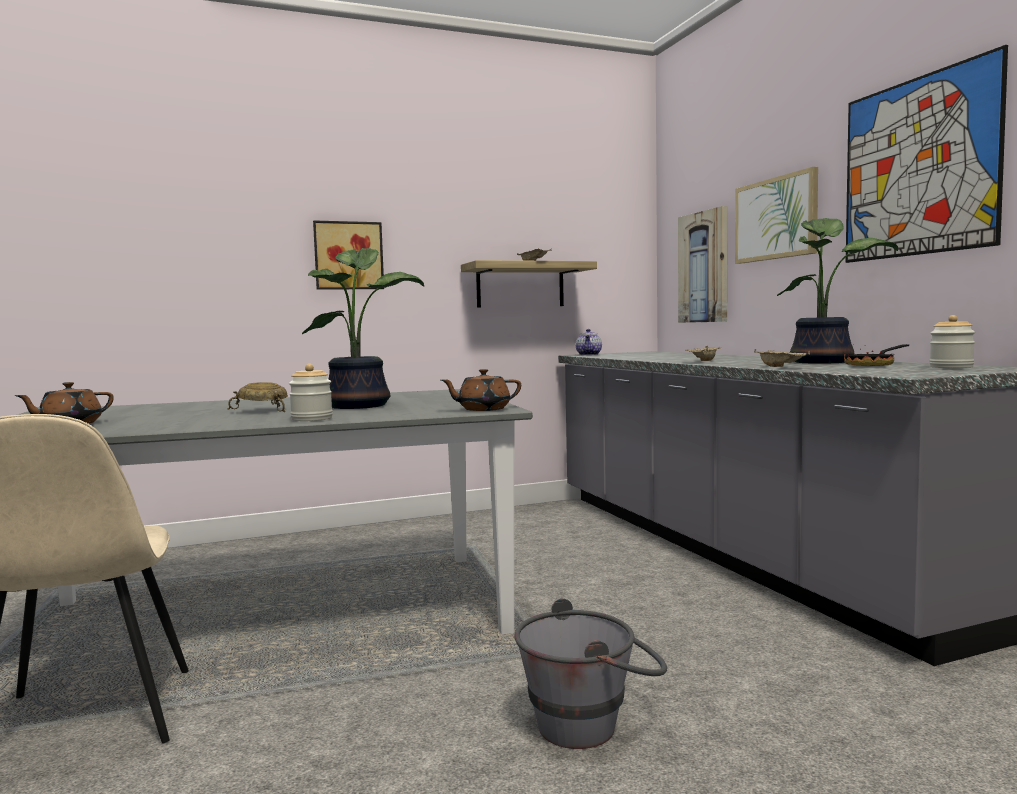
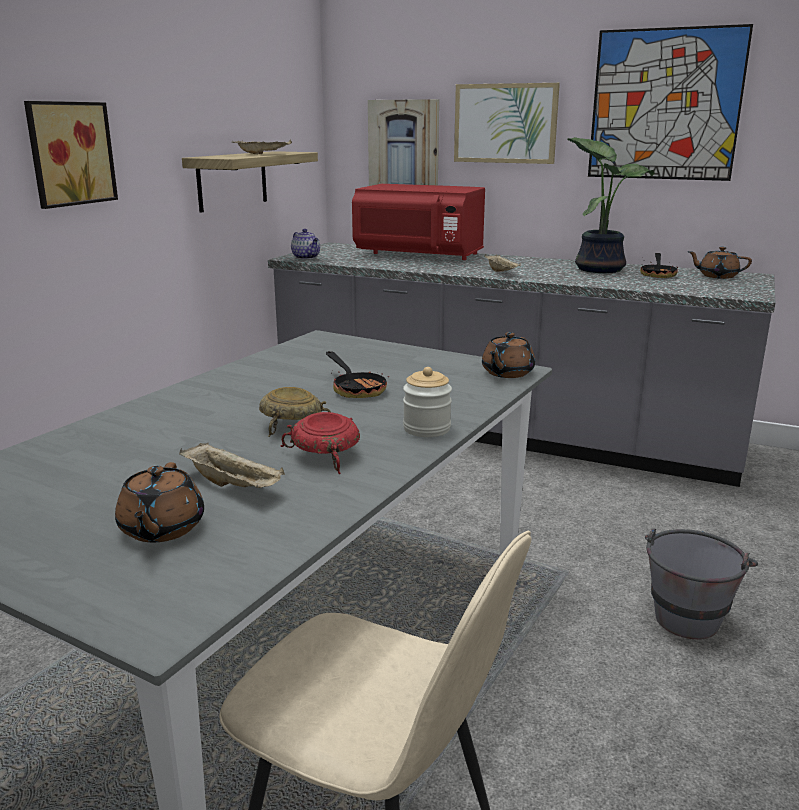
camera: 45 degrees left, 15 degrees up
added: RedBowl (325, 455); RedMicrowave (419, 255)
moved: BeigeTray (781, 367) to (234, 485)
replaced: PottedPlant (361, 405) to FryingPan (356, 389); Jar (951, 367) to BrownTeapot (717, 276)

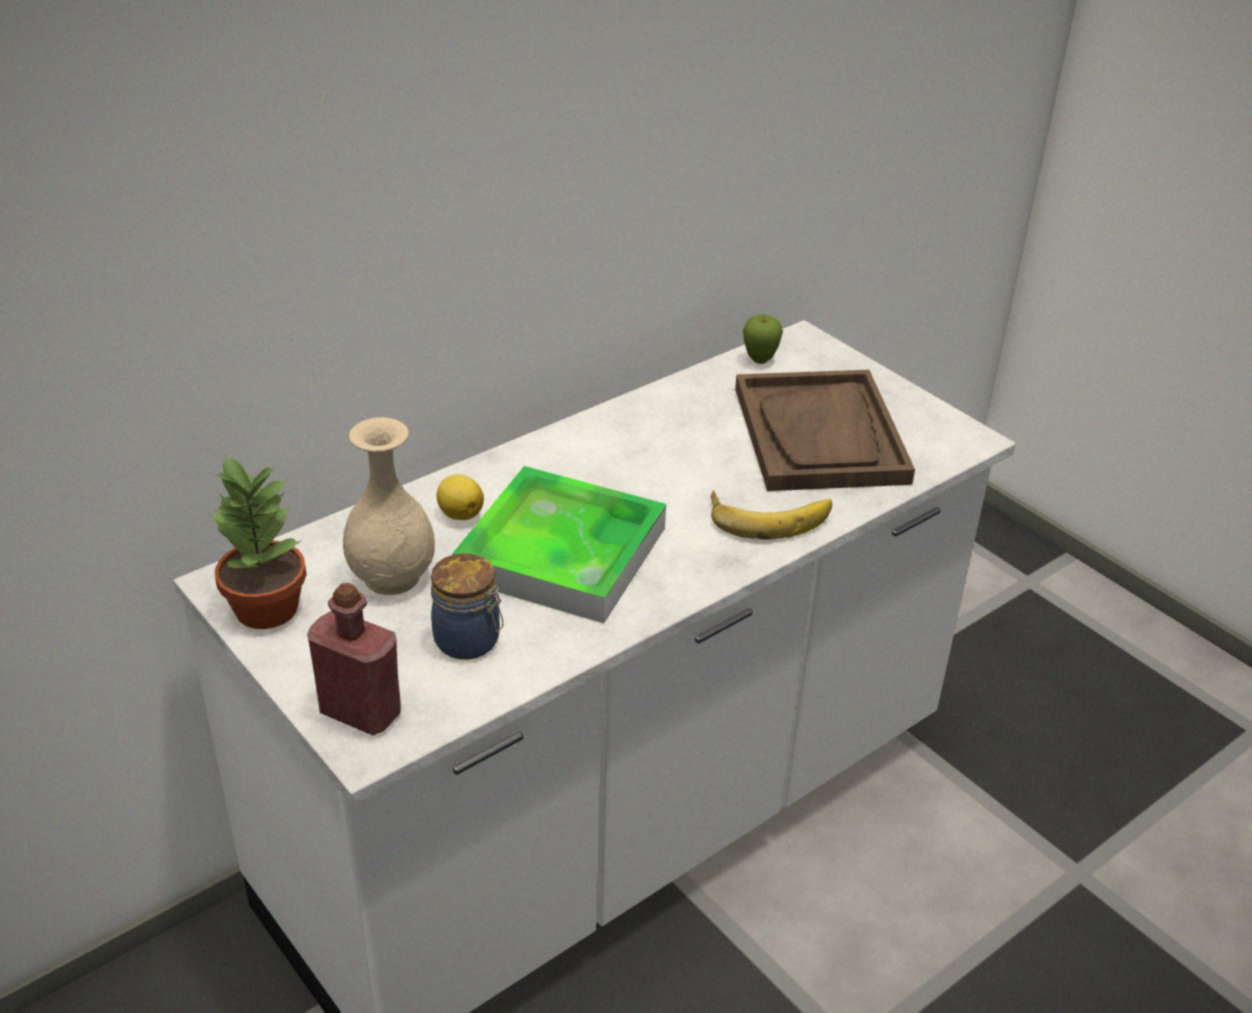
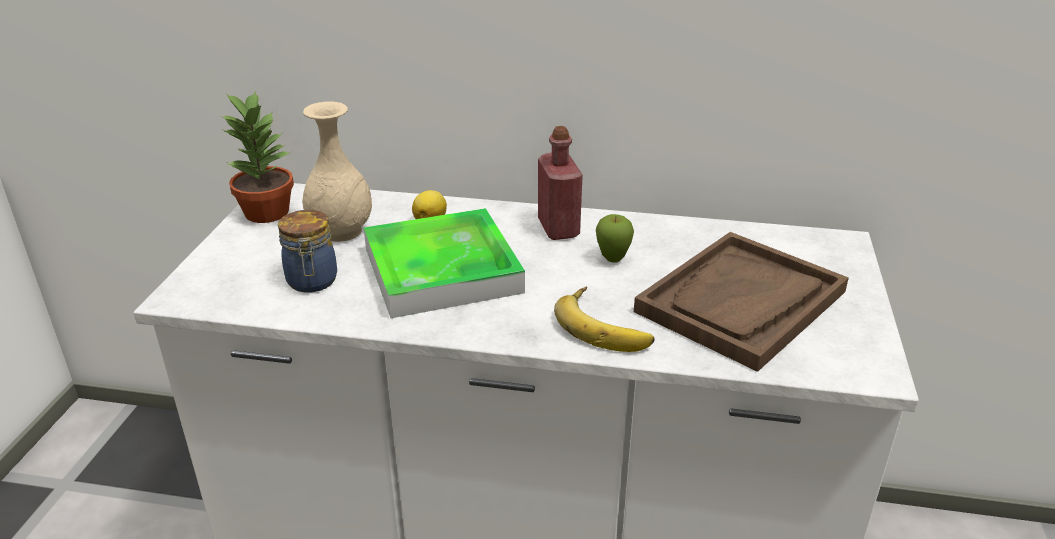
camera: 50 degrees right, 5 degrees down
moved: RedBottle (360, 712) to (558, 228); Apple (760, 361) to (613, 260)

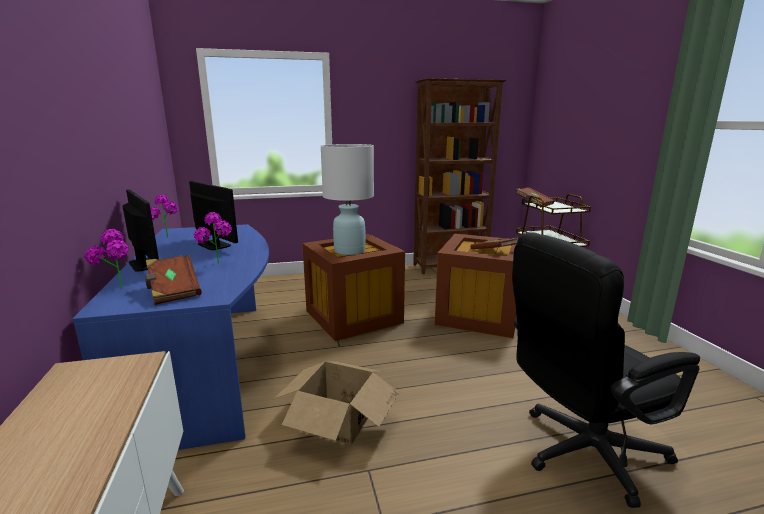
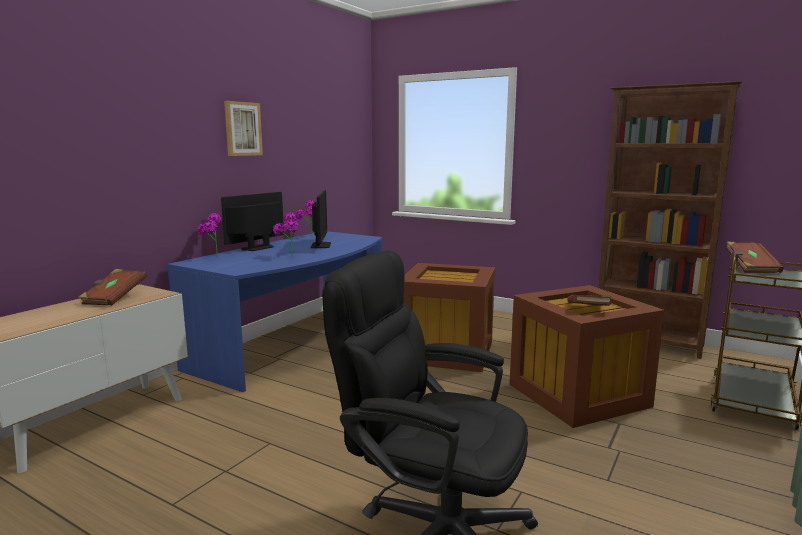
camera: 45 degrees right, 5 degrees down
removed: CardboardBox (338, 419); WhiteTableLamp (349, 251)
added: Picture (242, 129)
moved: BrownBook (173, 291) to (114, 298)
turned: Monitor (145, 264) = (257, 248) 150 degrees counterclockwise

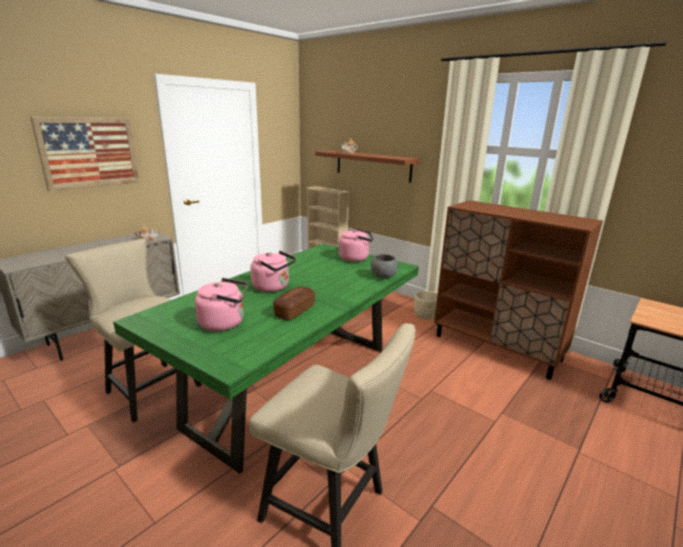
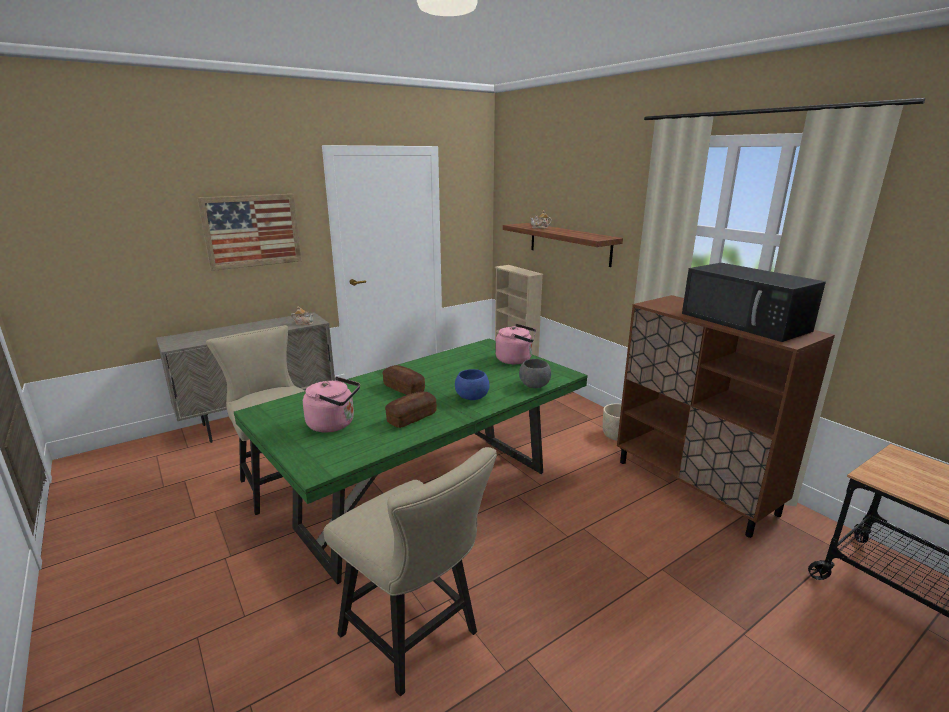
camera: 15 degrees right, 0 degrees up
added: BlueBowl (471, 397); BlackMicrowave (746, 322)
replaced: PinkKettle (273, 287) to Bread (404, 388)

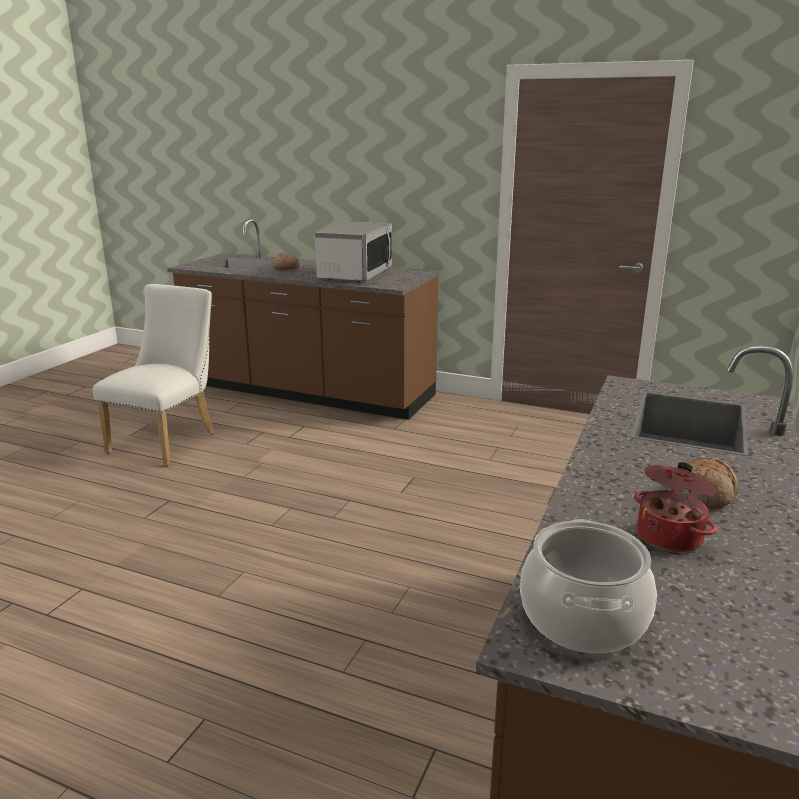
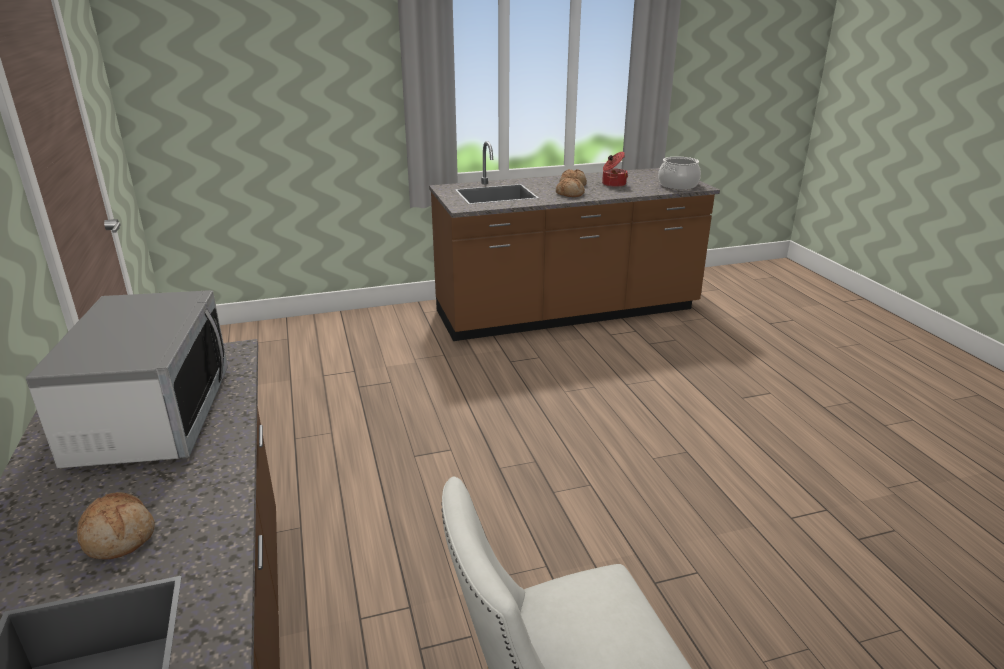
camera: 130 degrees left, 5 degrees up
added: Bread (570, 194)
turned: Microwave (355, 274) = (152, 417) 105 degrees clockwise

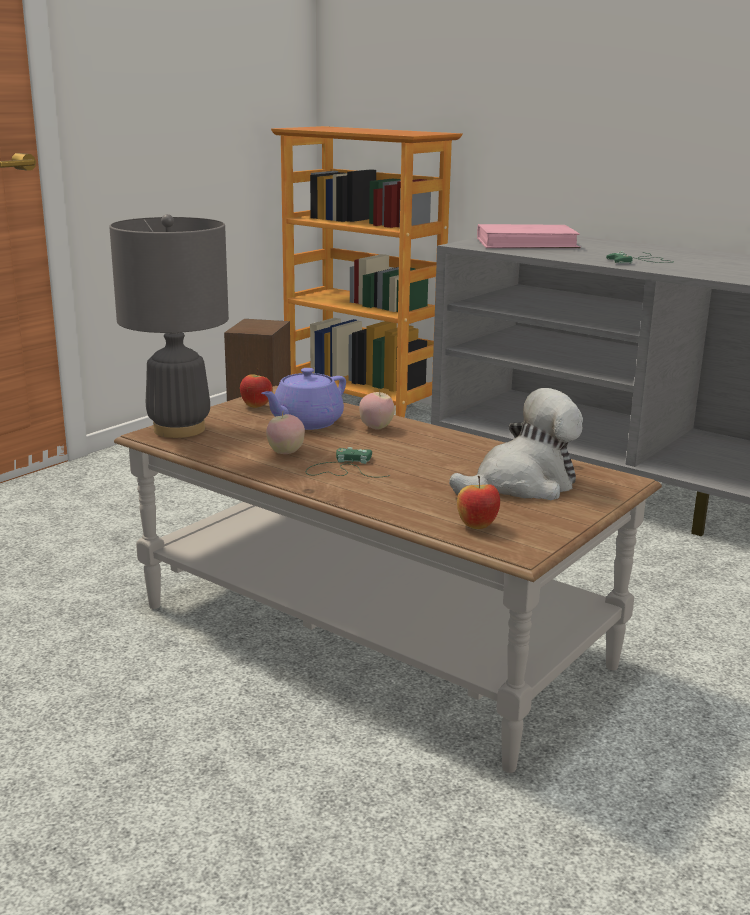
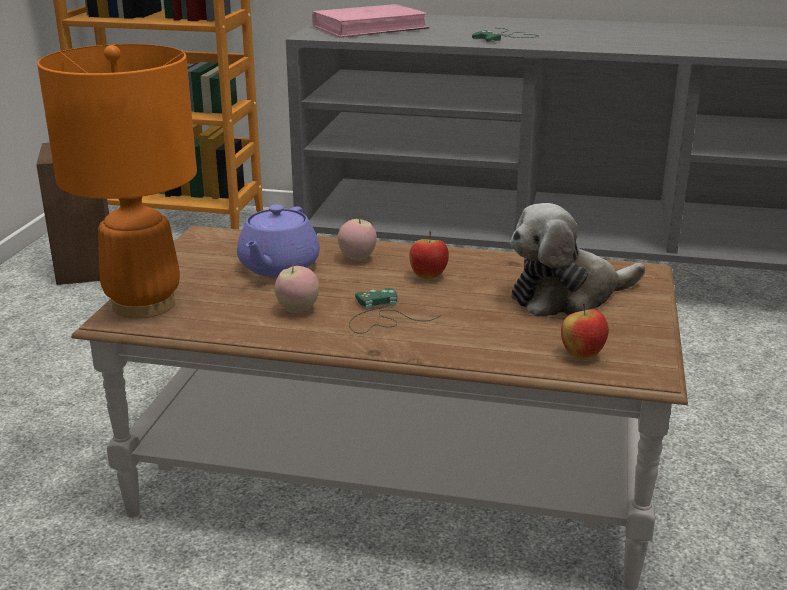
camera: 25 degrees left, 5 degrees up
moved: Apple (256, 406) to (428, 277)
recoloured: GreyTableLamp (179, 429) to OrangeTableLamp (143, 304)
turned: PlushToy (522, 485) = (567, 296) 150 degrees counterclockwise

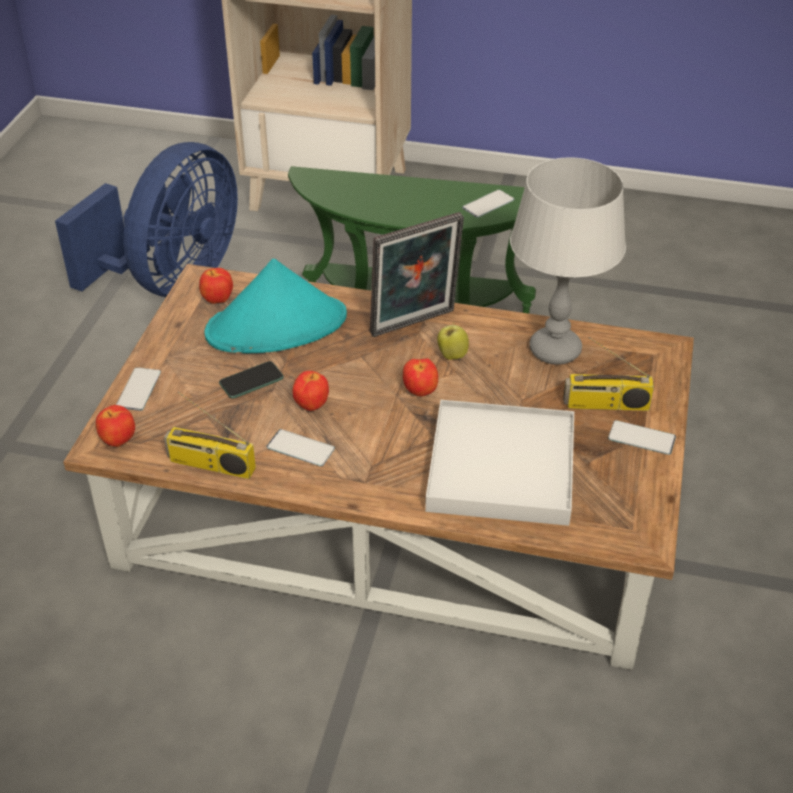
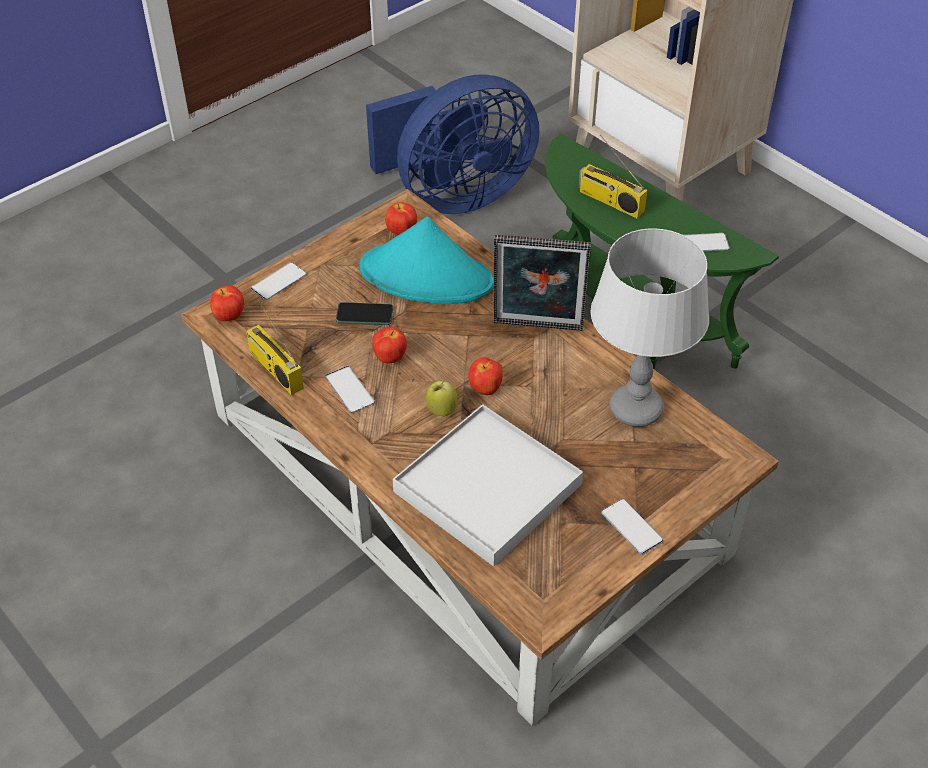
camera: 35 degrees right, 5 degrees up
moved: Apple (452, 355) to (441, 410); Radio (605, 405) to (609, 201)

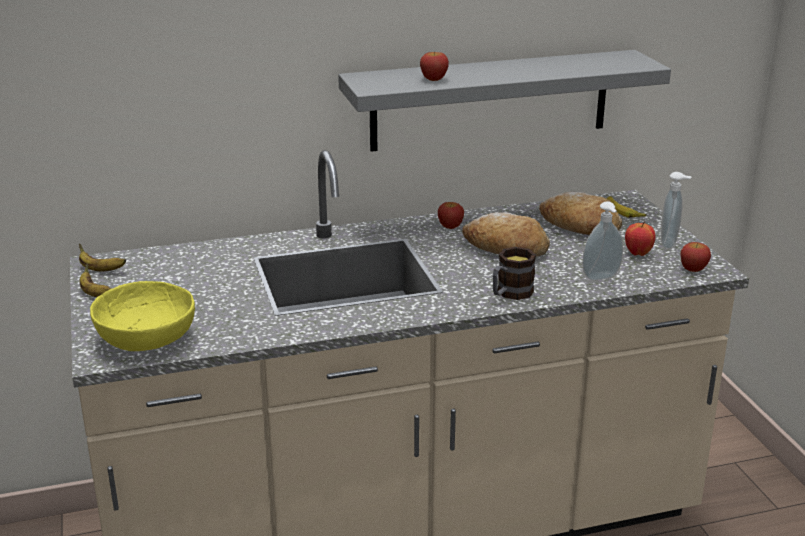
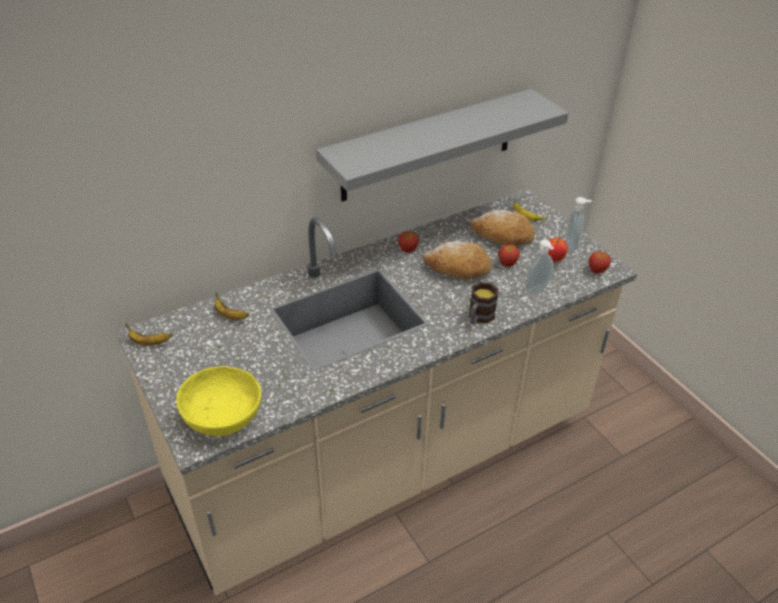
camera: 15 degrees left, 15 degrees up
moved: Banana (95, 294) to (230, 315); Apple (434, 79) to (507, 263)

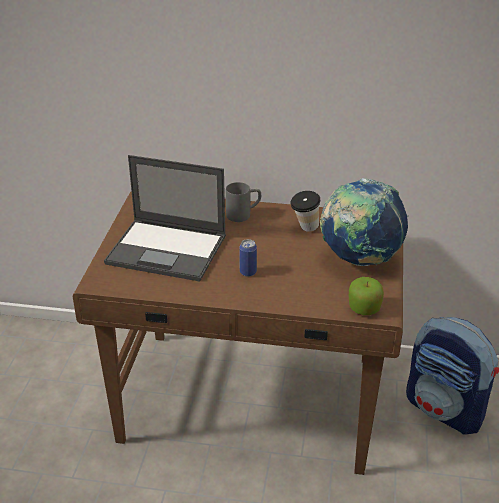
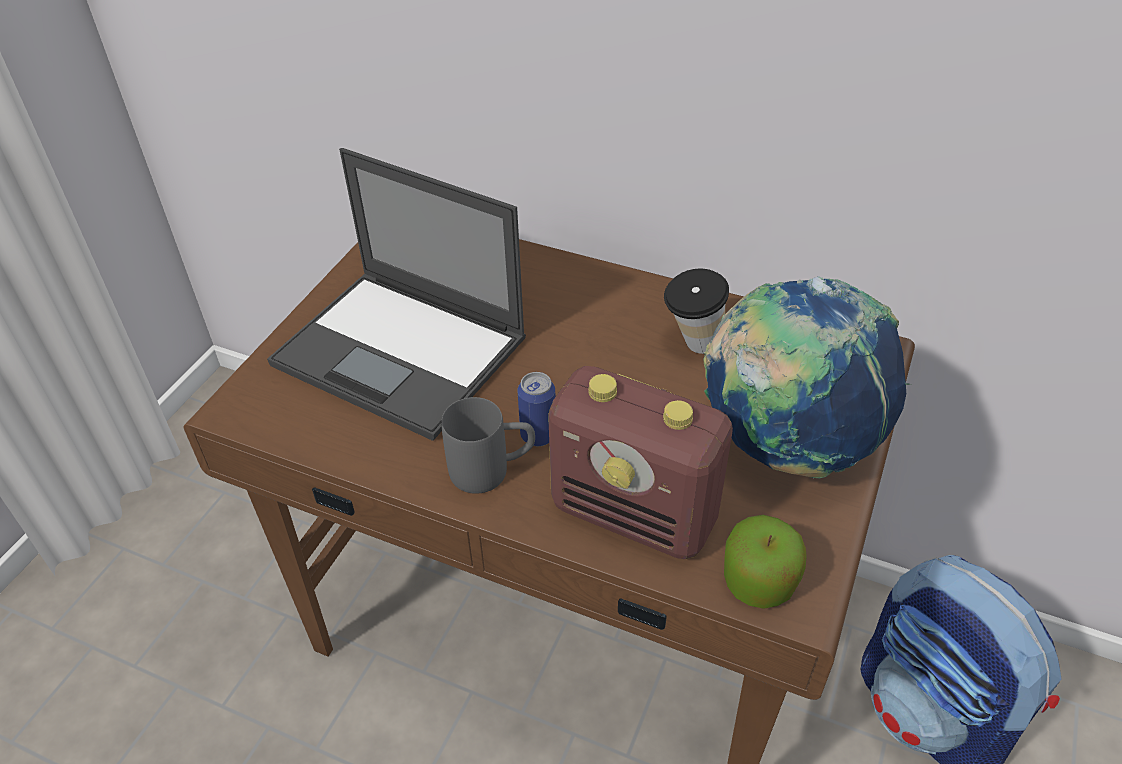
camera: 15 degrees right, 10 degrees up
added: Radio (635, 514)
moved: GreyMug (243, 214) to (492, 470)

